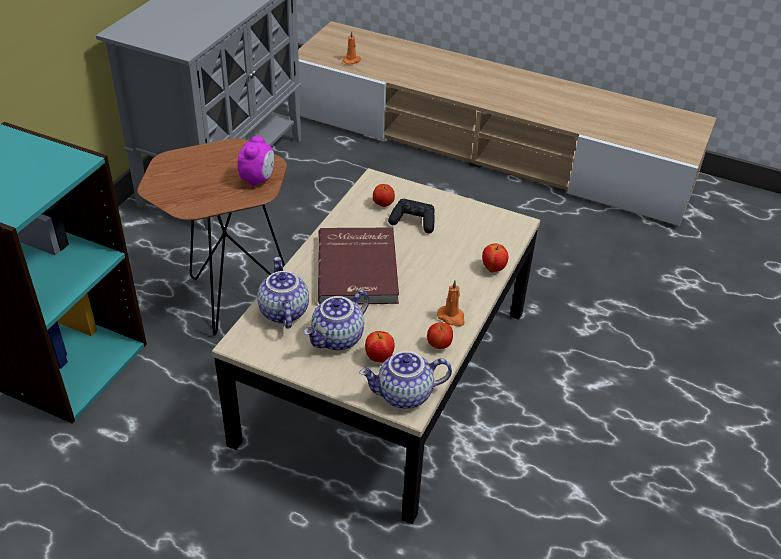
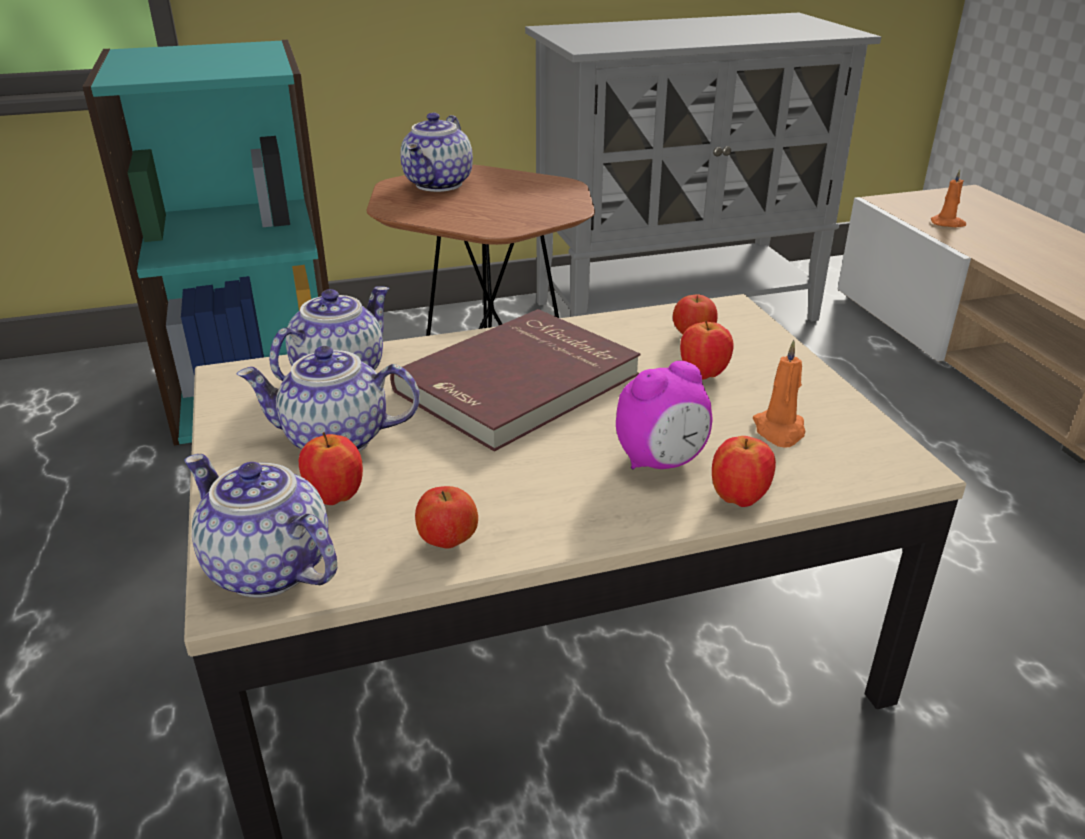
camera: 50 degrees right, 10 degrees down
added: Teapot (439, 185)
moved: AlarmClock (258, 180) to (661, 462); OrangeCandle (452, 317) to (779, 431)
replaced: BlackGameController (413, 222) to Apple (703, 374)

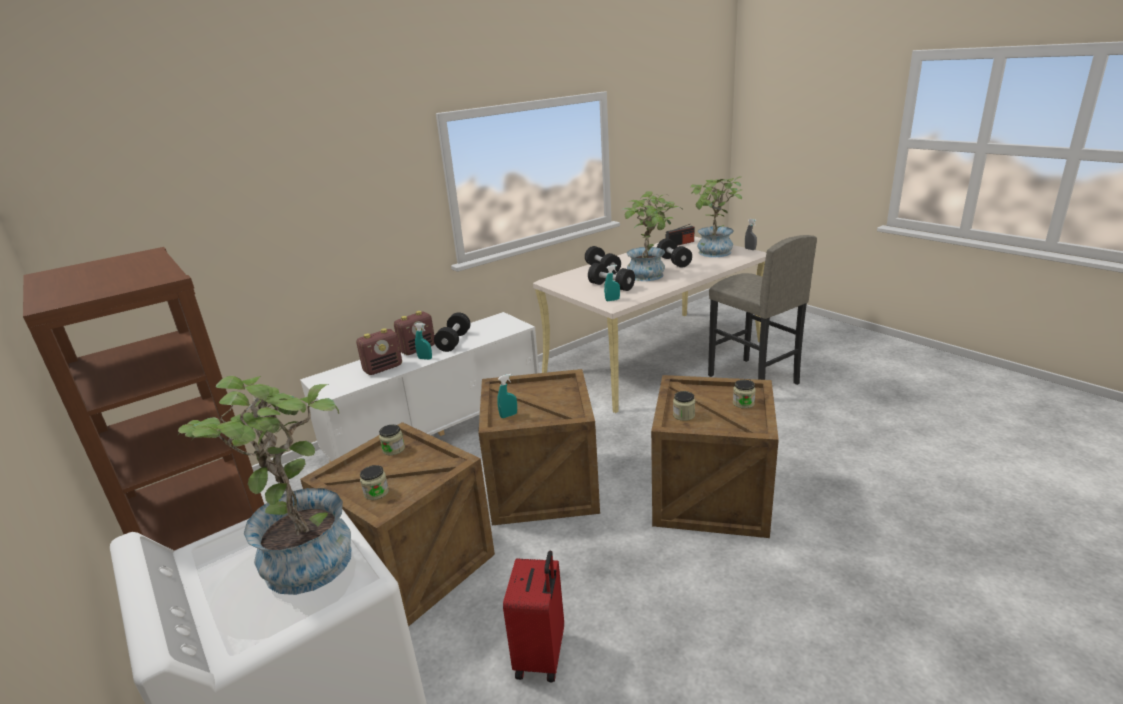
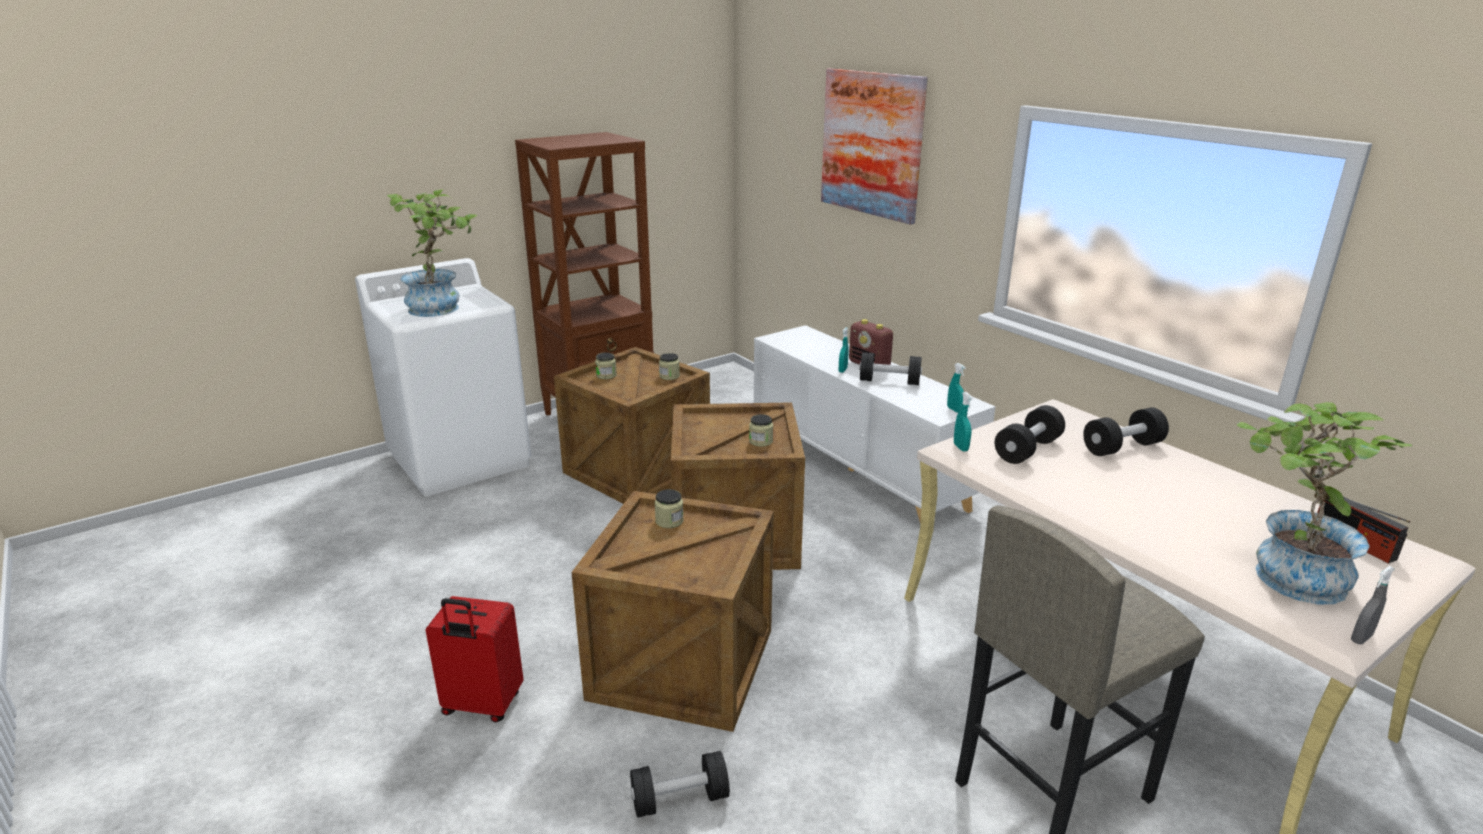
camera: 90 degrees right, 0 degrees up
removed: Radio (383, 368); PottedPlant (650, 276)
added: Picture (871, 144)
moved: TurquoiseSprayBottle (508, 415) to (954, 410); RedSuitcase (542, 656) to (482, 705); BlackDumbbell (674, 262) to (680, 799); Jar (743, 403) to (761, 441)

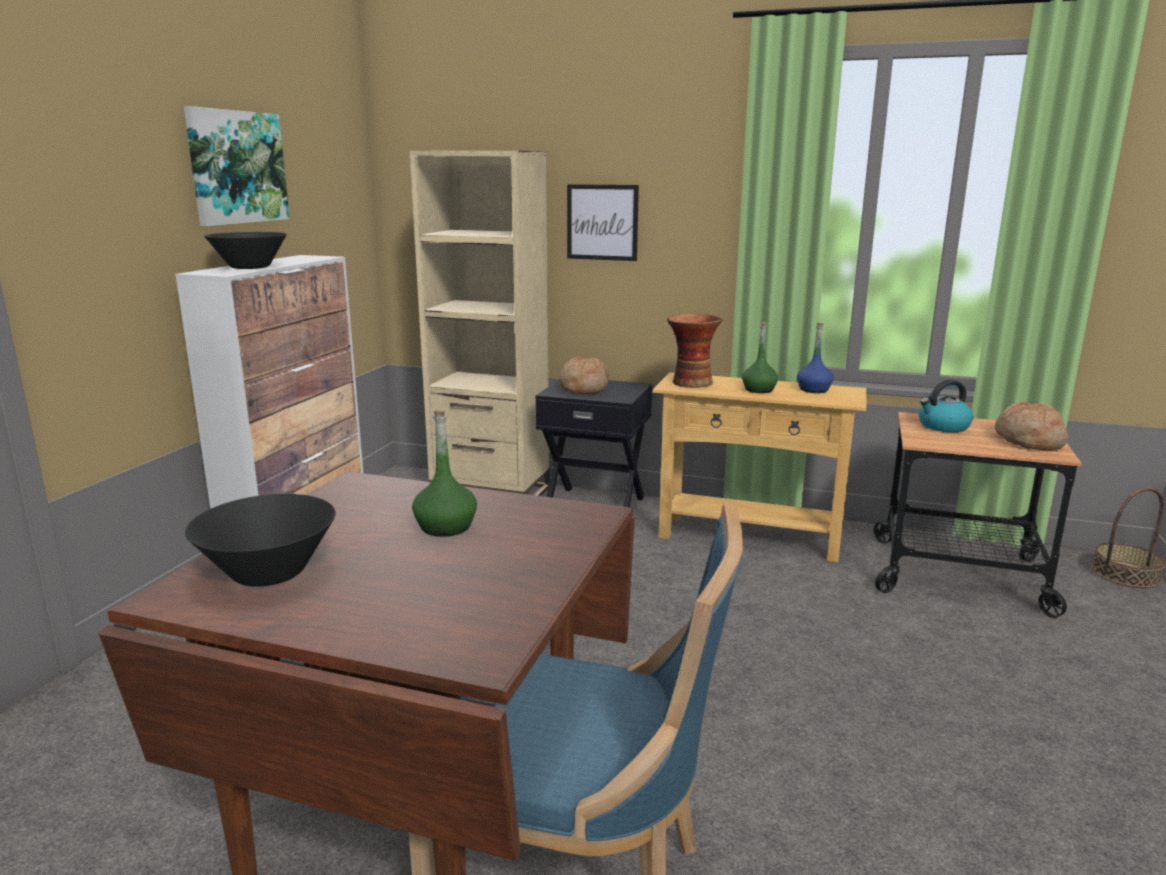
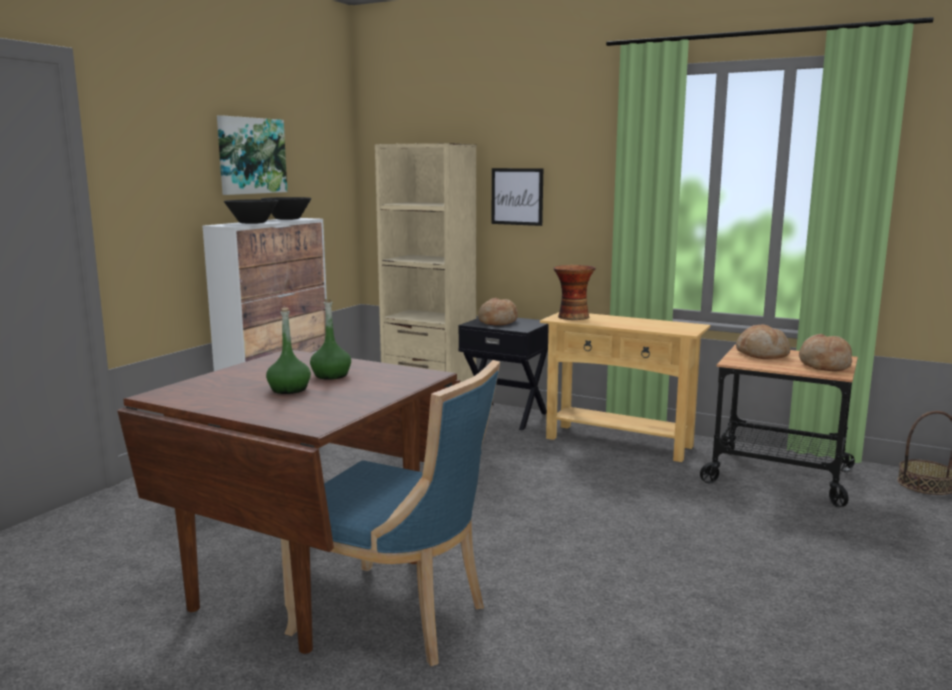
camera: 10 degrees right, 5 degrees down
removed: BlueBottle (813, 390)
moved: BlackBowl (269, 573) to (287, 219); GreenBottle (759, 390) to (289, 389)
replaced: Kettle (943, 426) to Bread (762, 354)

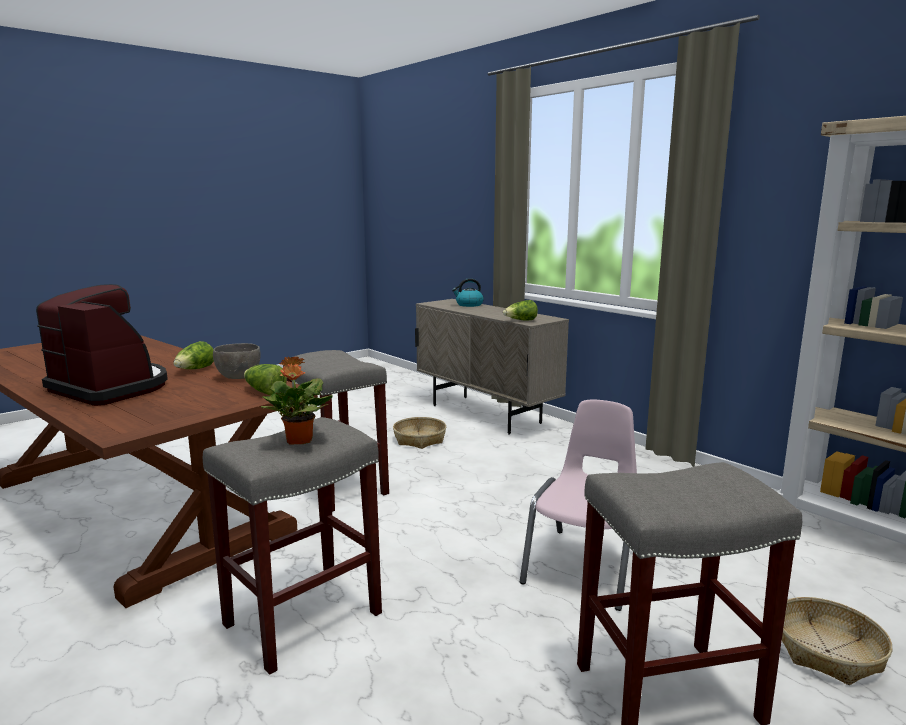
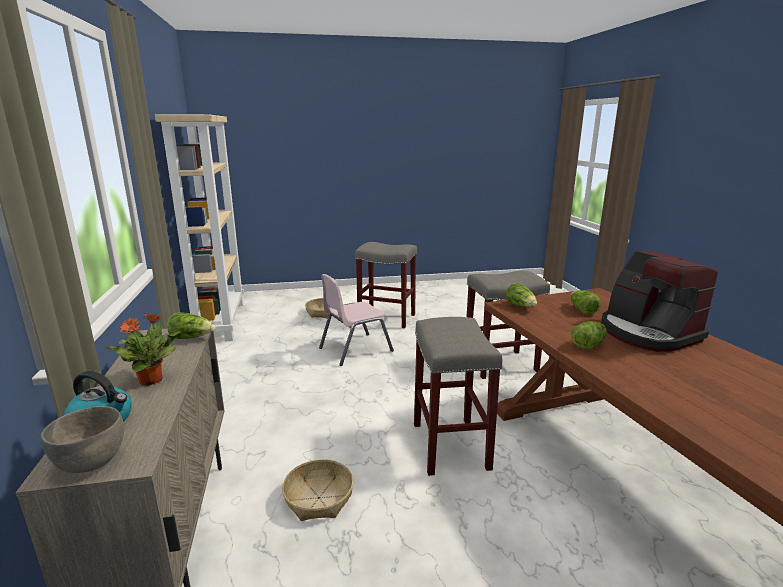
camera: 150 degrees left, 5 degrees up
added: Lettuce (582, 310)
moved: GreyBowl (238, 377) to (92, 463); PottedPlant (299, 441) to (152, 380)

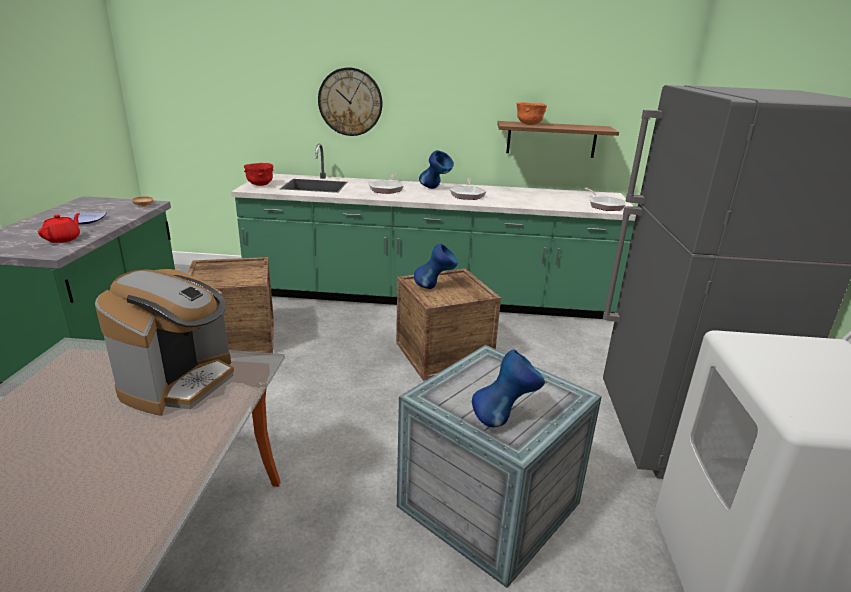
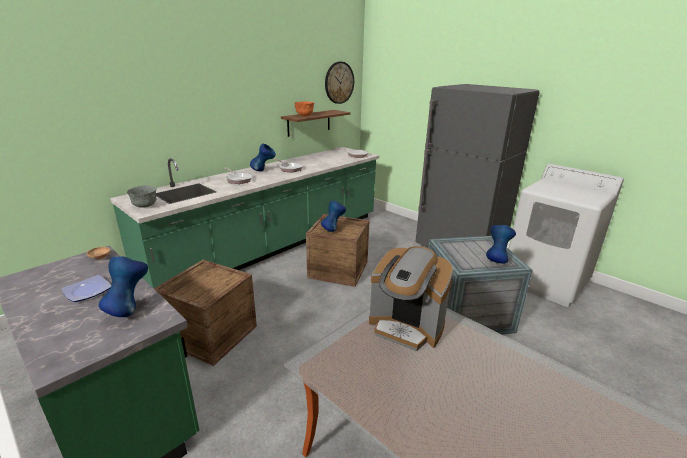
camera: 50 degrees left, 0 degrees up
moved: WallClock (350, 102) to (339, 83)
replaced: RedTeapot (63, 239) to BlueVase (130, 309)
recoloured: RedBowl (260, 185) to GreyBowl (145, 206)
turned: CoffeeMachine (180, 382) = (406, 326) 150 degrees clockwise

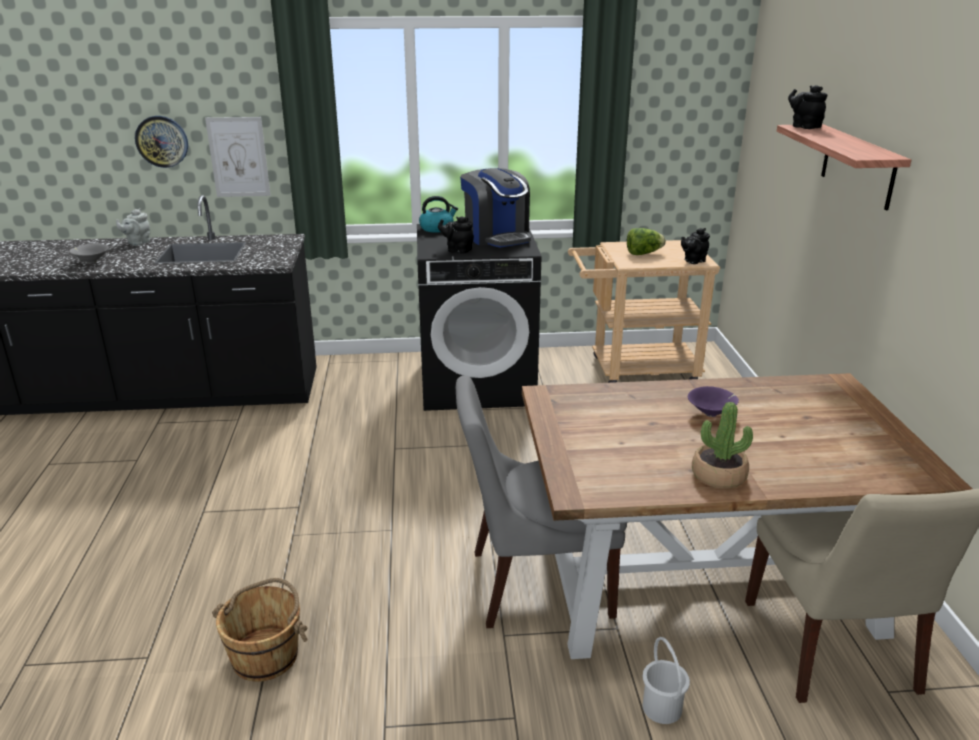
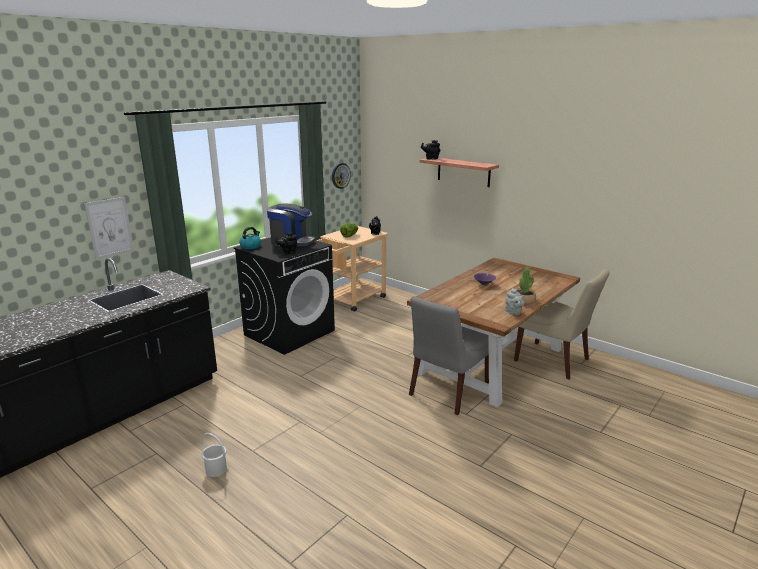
camera: 45 degrees left, 5 degrees down
removed: GreyBowl (91, 262); BrownBucket (266, 655)
moved: GreyTeapot (137, 243) to (513, 312); WallClock (162, 141) to (340, 175); WhiteBucket (662, 707) to (216, 469)

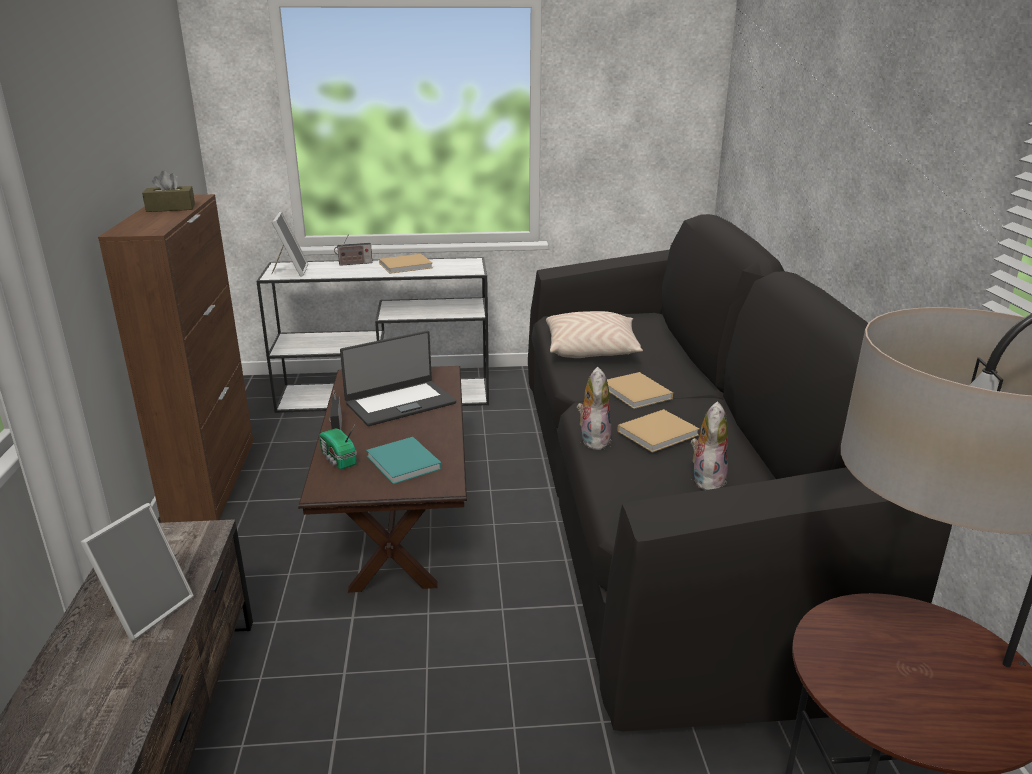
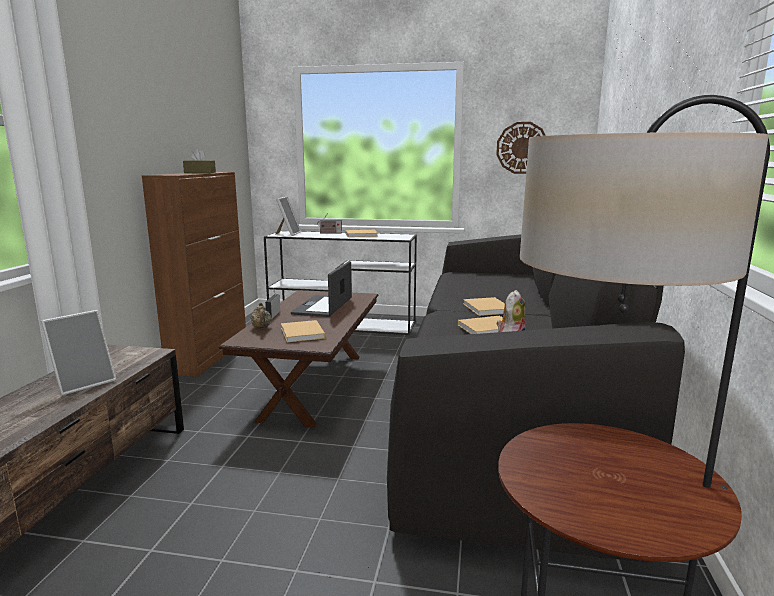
camera: 15 degrees right, 10 degrees down
removed: BeigePillow (592, 350); PlushToy (593, 439)
added: WallClock (522, 148)
replaced: Radio (338, 459) to BeigeTeapot (261, 328)
recoloured: TurquoiseBook (404, 463) to BeigeBook (302, 333)
turned: Laptop (400, 403) = (323, 307) 120 degrees clockwise

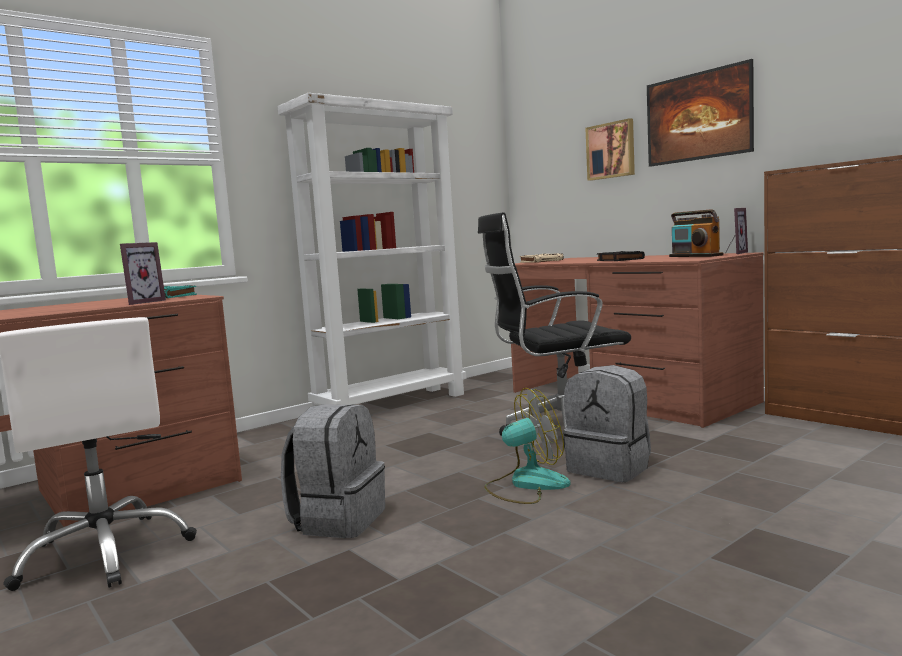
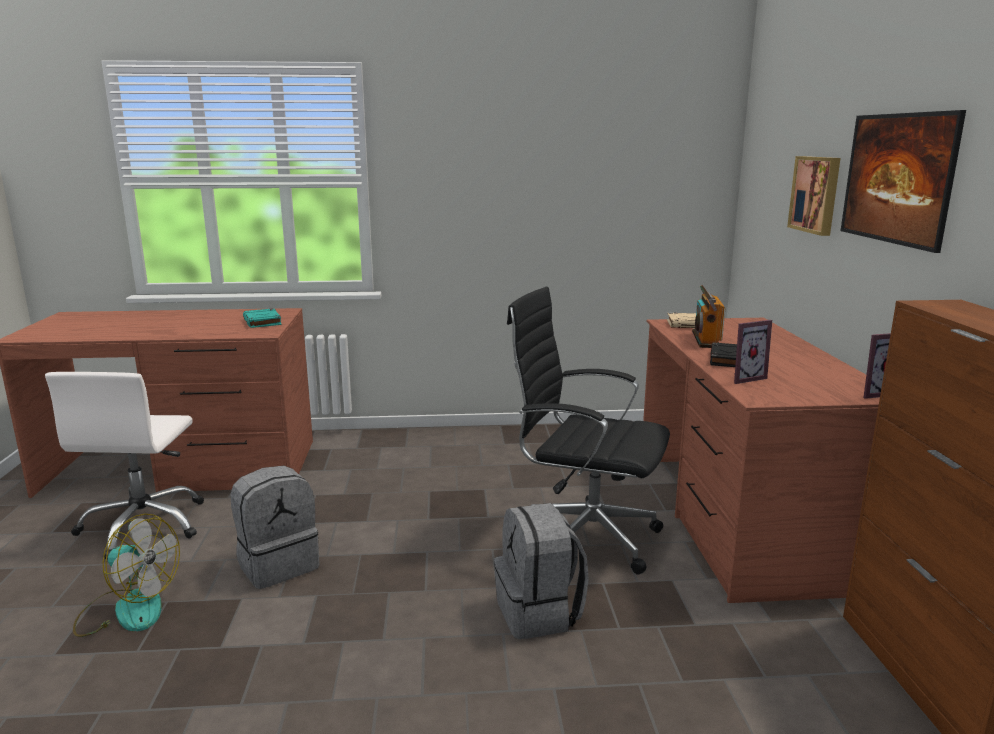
camera: 35 degrees right, 10 degrees up
removed: WhiteBookcase (392, 405)
moved: PictureFrame (141, 302) to (743, 378); Fan (526, 484) to (128, 609); Radio (695, 256) to (705, 339)

